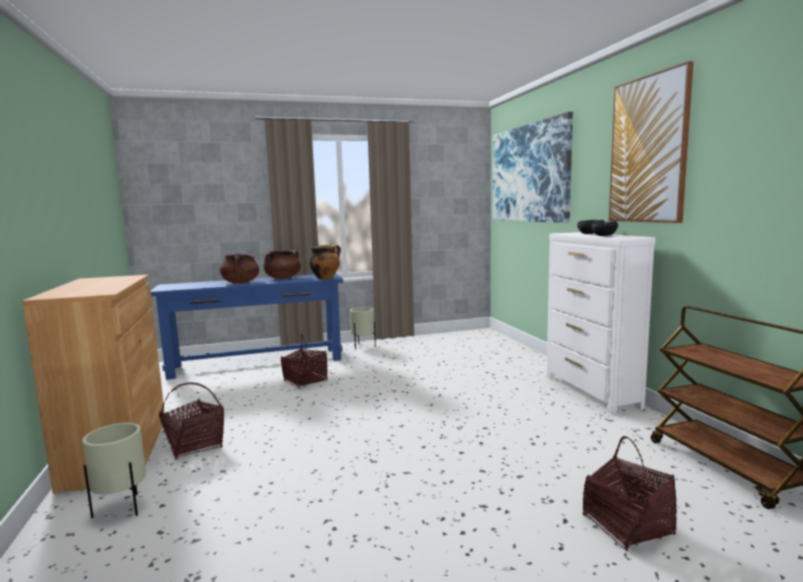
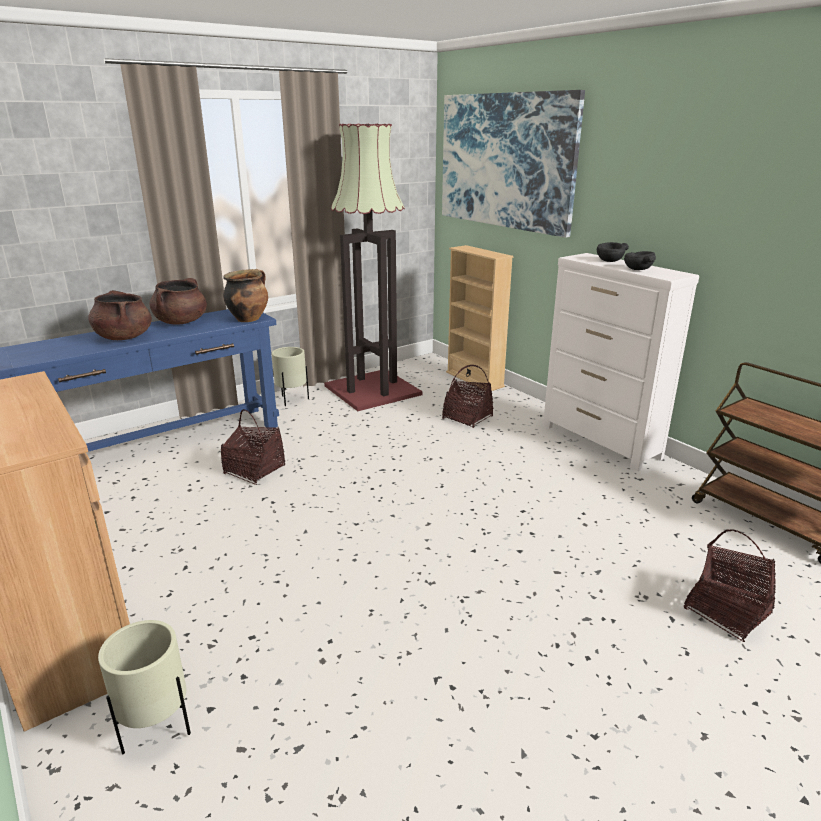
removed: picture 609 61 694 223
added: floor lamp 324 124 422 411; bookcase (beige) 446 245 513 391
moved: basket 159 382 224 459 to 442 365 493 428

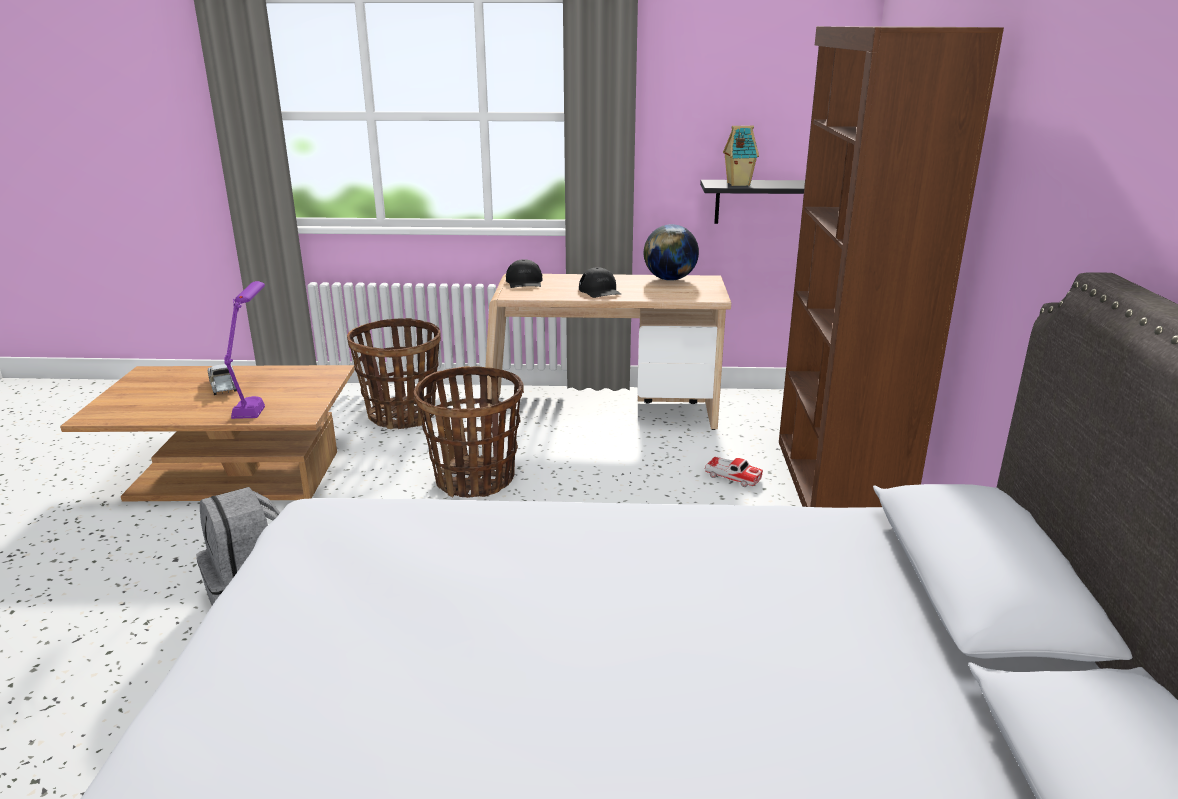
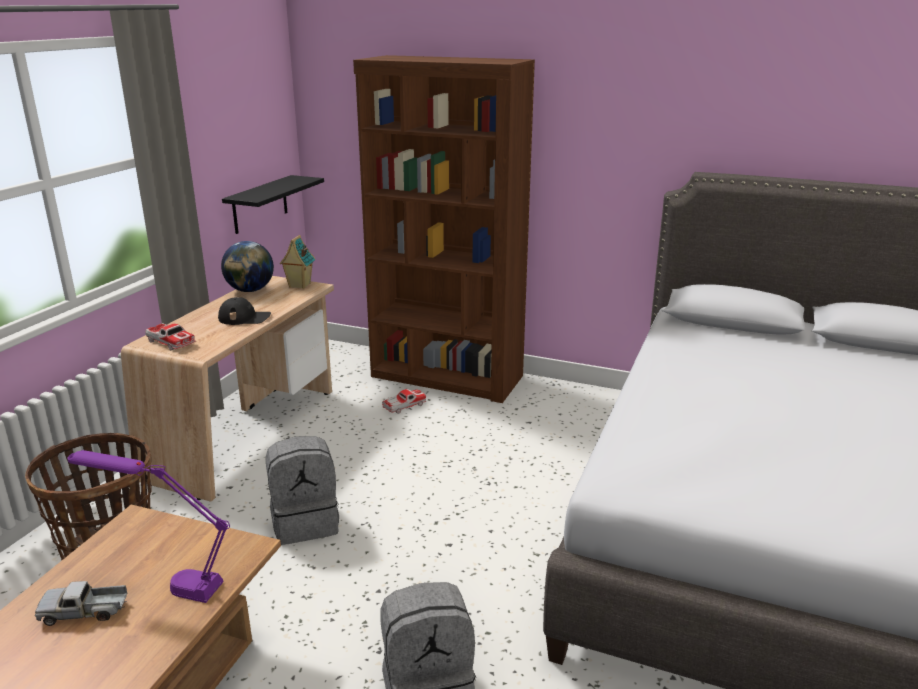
moved: toy house 723 125 759 186 to 280 235 315 289
replaced: cap (black) 506 259 542 288 to toy car 145 323 195 350; basket 414 366 524 498 to backpack (grey) 265 436 339 545

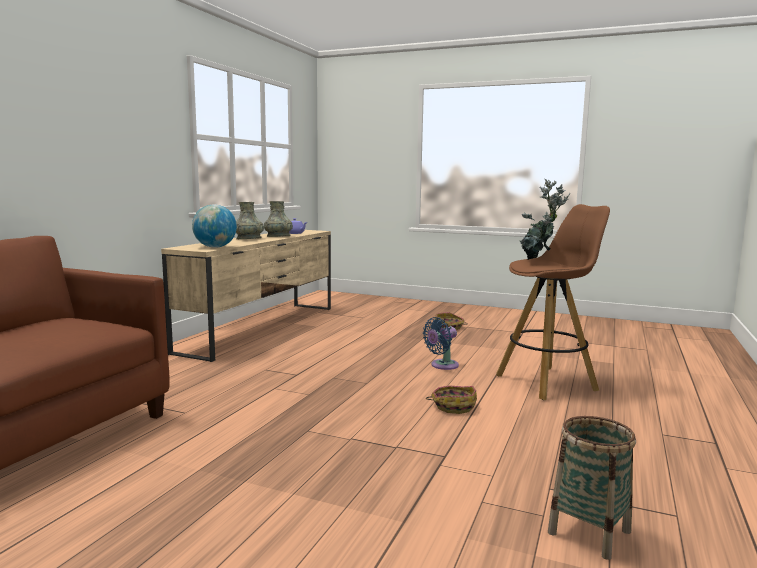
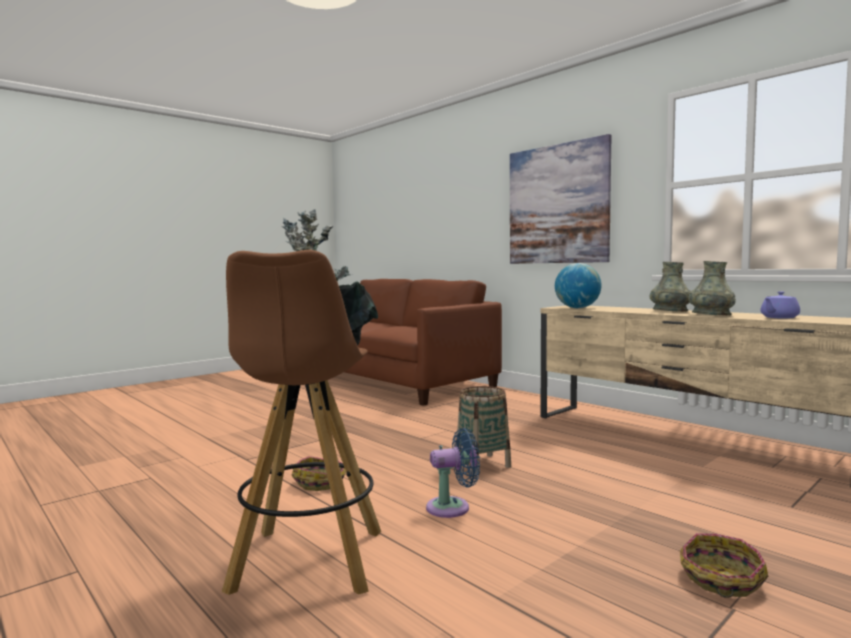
added: picture 510 134 612 264
moved: basket 548 416 636 560 to 457 386 511 474
turned: fan (blue) 423 317 459 370 = 426 428 480 518 90 degrees clockwise

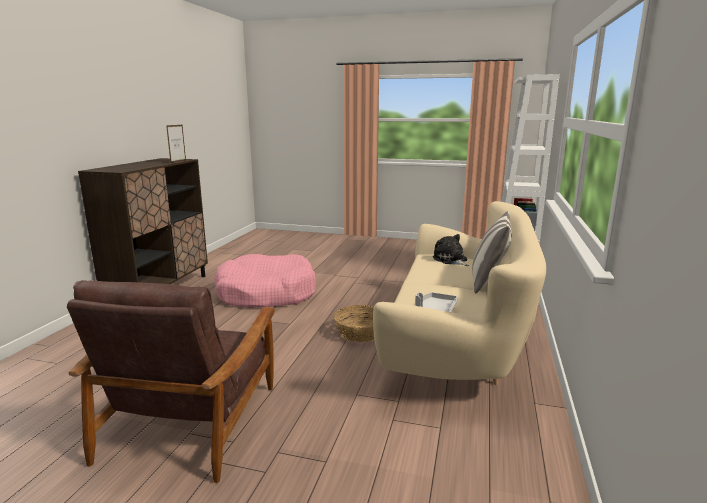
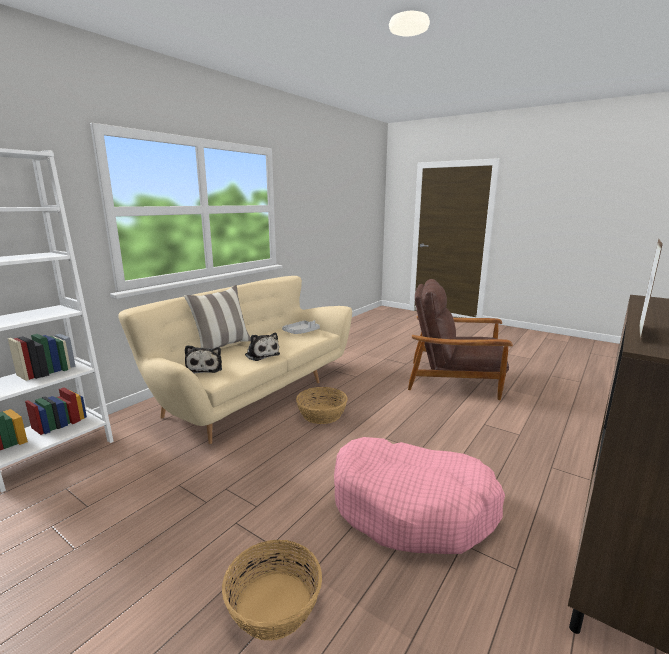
added: plush toy 245 333 280 361; basket 222 540 322 641
turned: armchair (brown) 67 280 275 483 = 408 279 513 400 105 degrees counterclockwise

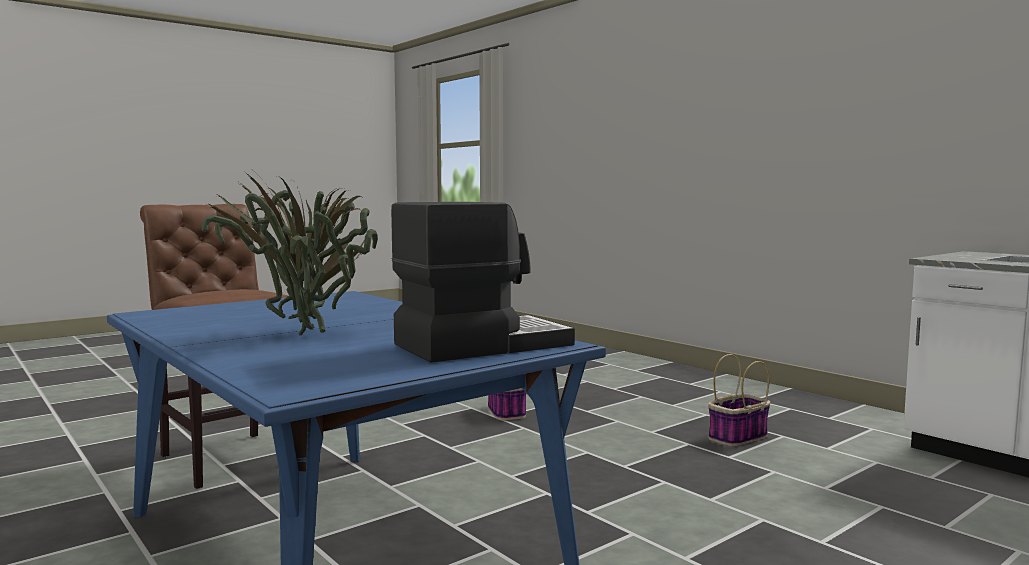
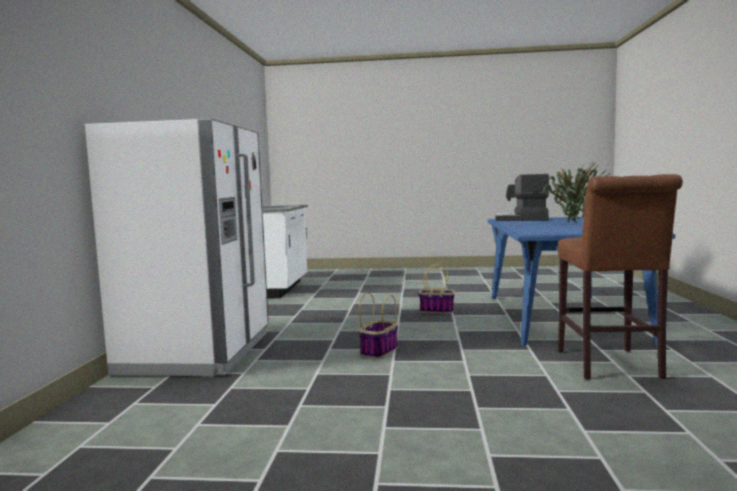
added: fridge (white) 85 119 269 376
moved: basket 708 354 770 446 to 419 264 455 314

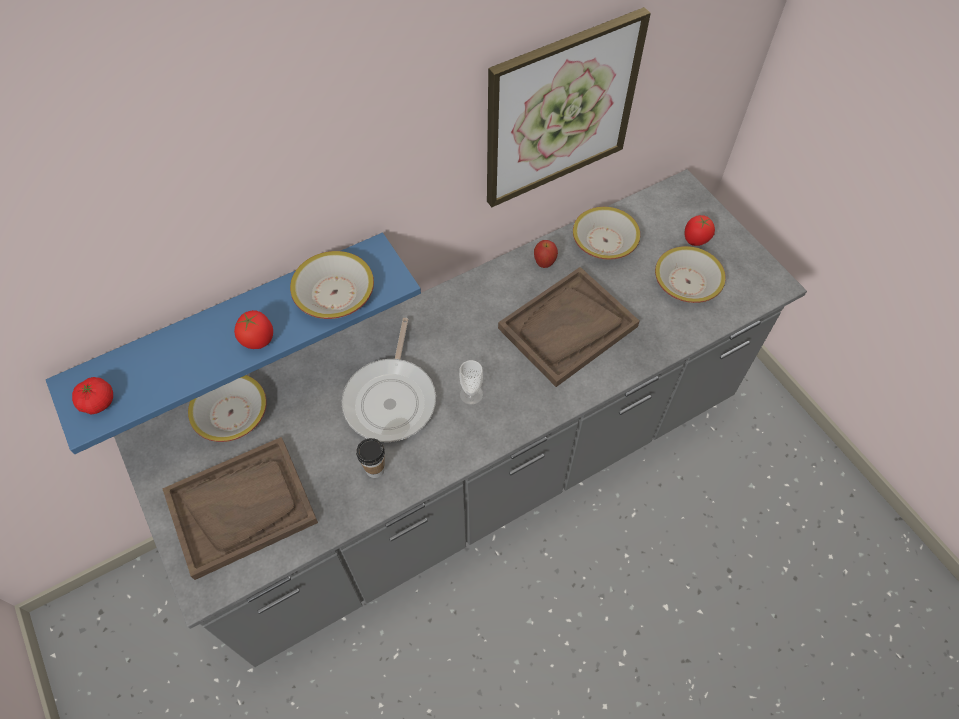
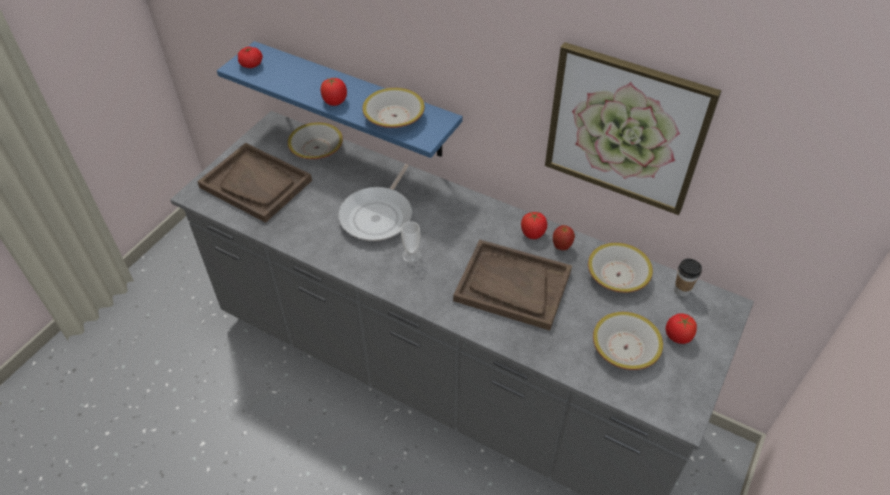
added: tomato 521 212 547 239
moved: cup 356 438 385 478 to 674 258 702 297
turned: frying pan 341 318 436 442 = 338 164 412 241 45 degrees counterclockwise

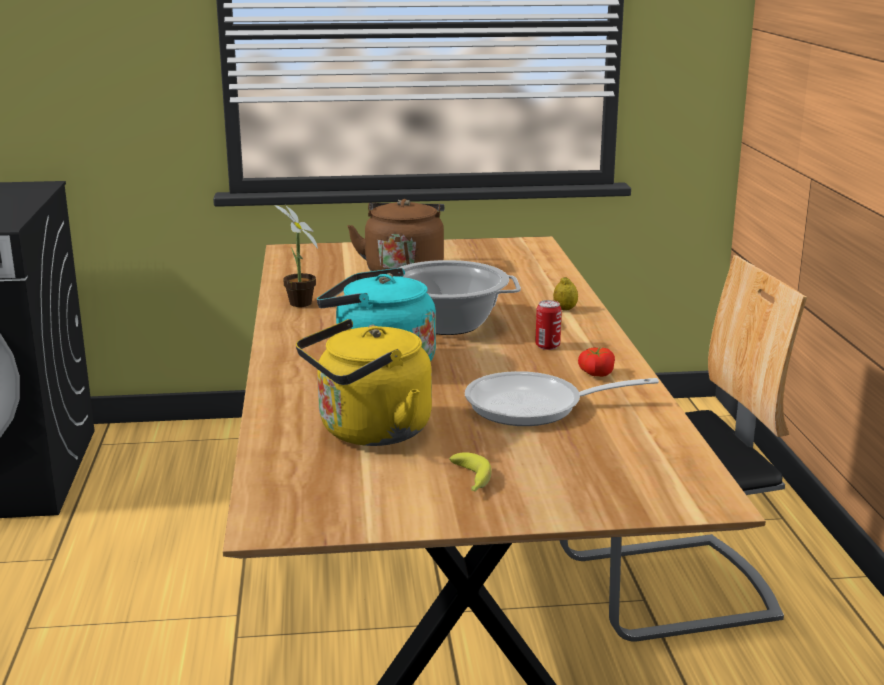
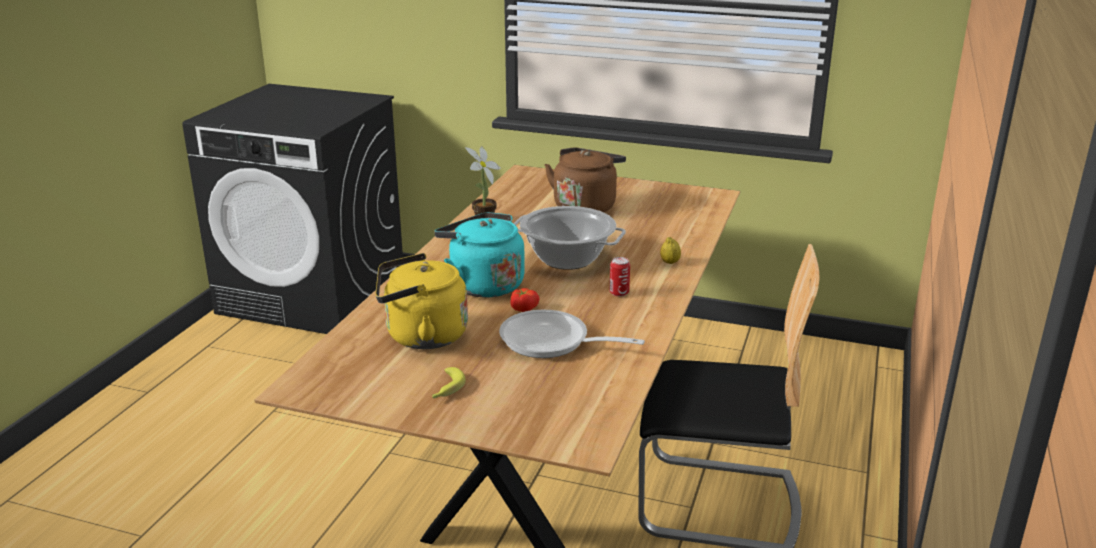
moved: tomato 578 347 615 377 to 510 288 539 312

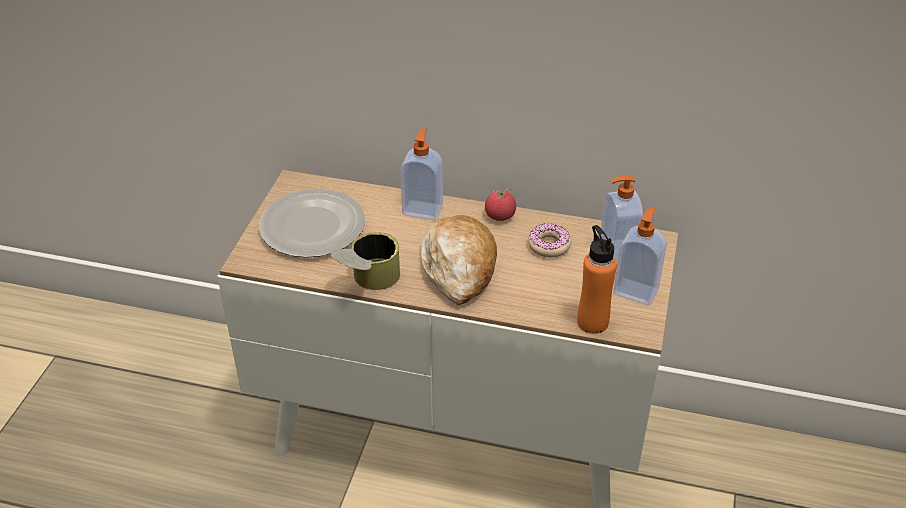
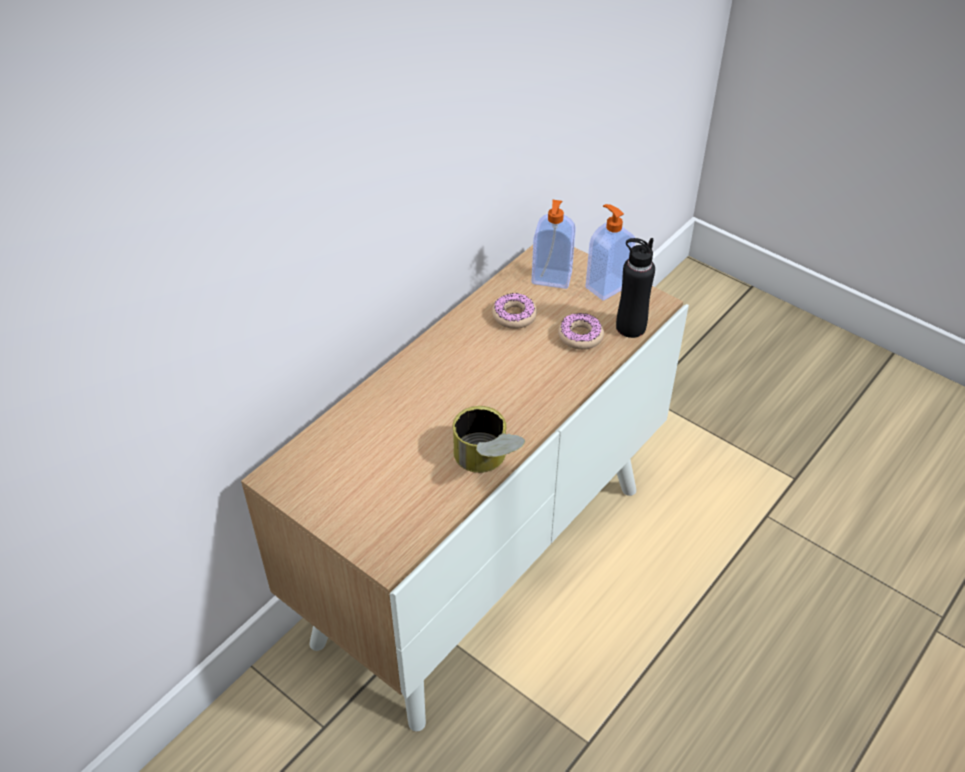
removed: soap dispenser 400 128 443 220; tomato 485 188 516 221; plate 259 189 365 258; bread 421 215 497 305
added: donut 558 313 604 350
recoloured: bottle (orange) 577 225 617 334 to bottle (black) 616 238 655 338

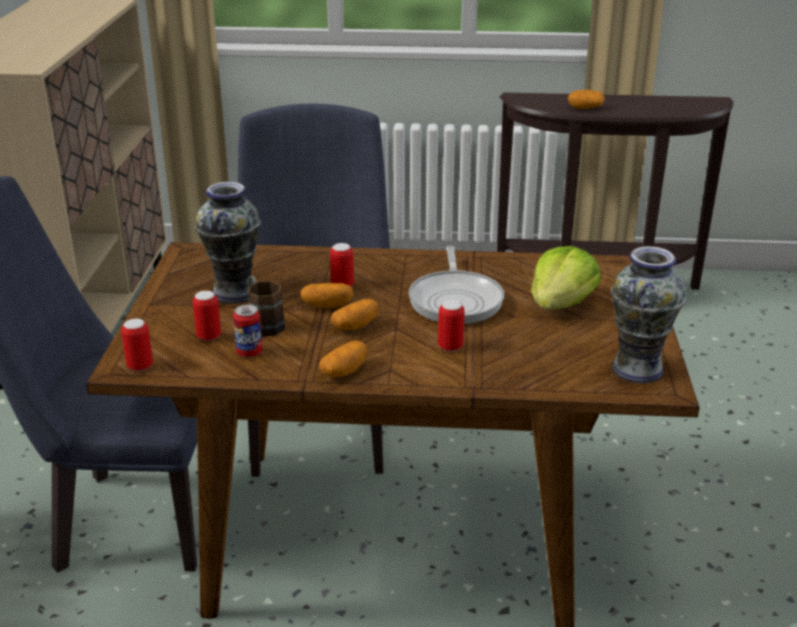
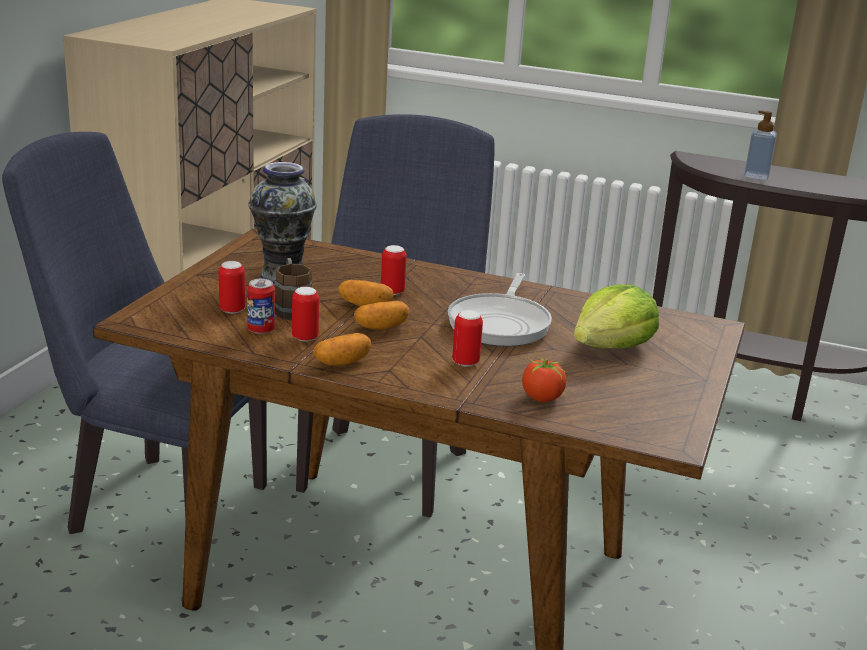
removed: vase 611 246 687 383
added: tomato 522 351 567 402
moved: can 121 318 153 371 to 292 287 319 342
replaced: potato 568 90 605 109 to soap dispenser 744 110 777 180

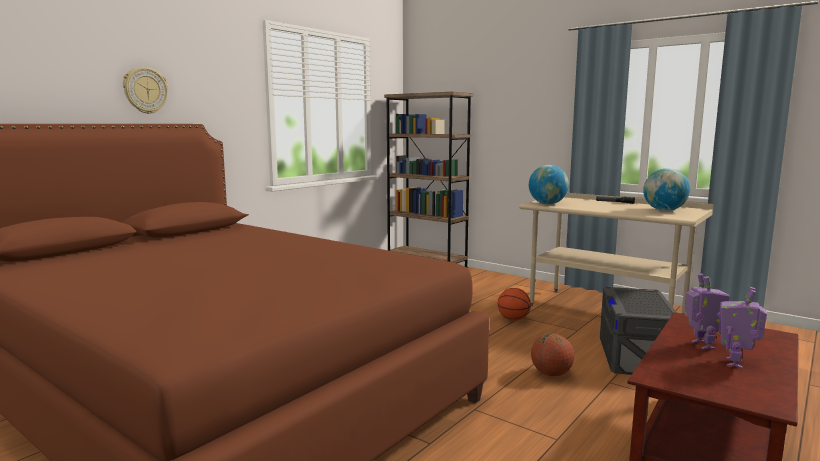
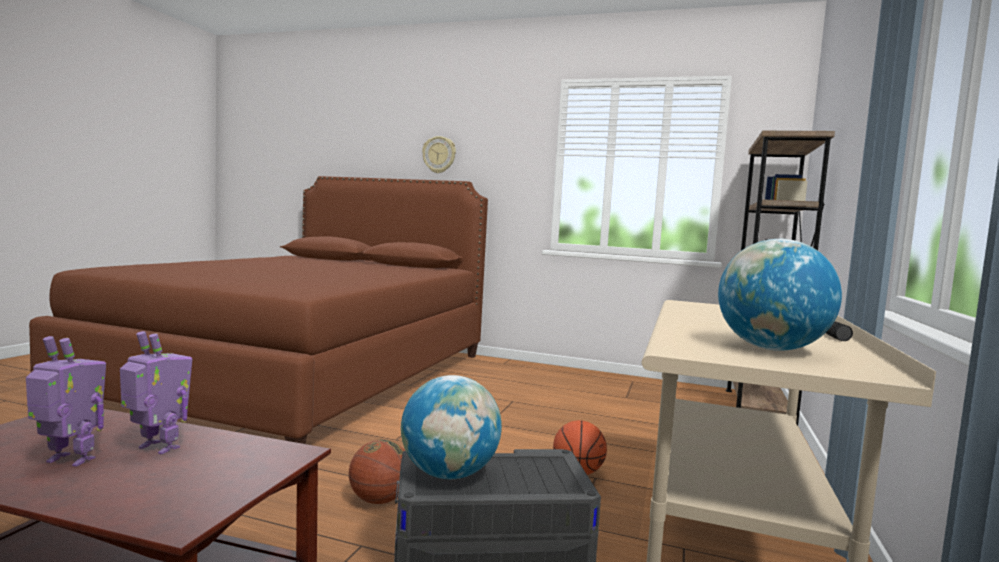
moved: globe 529 165 569 204 to 401 375 502 479
turned: toy robot 684 274 730 349 = 120 331 193 455 135 degrees counterclockwise

